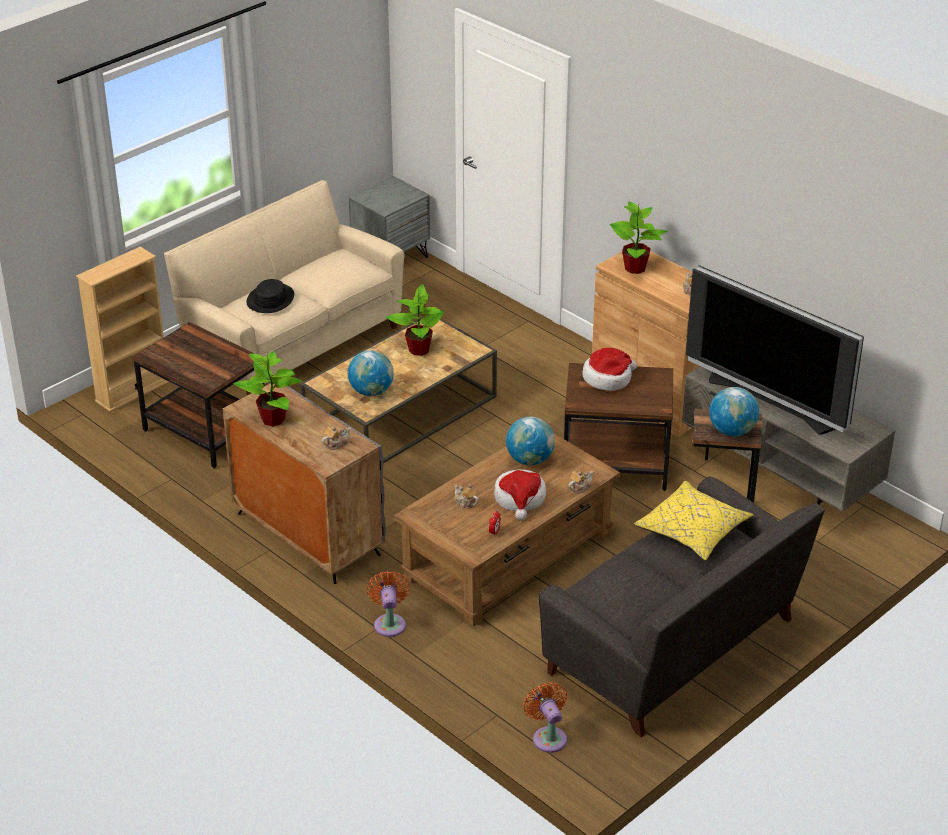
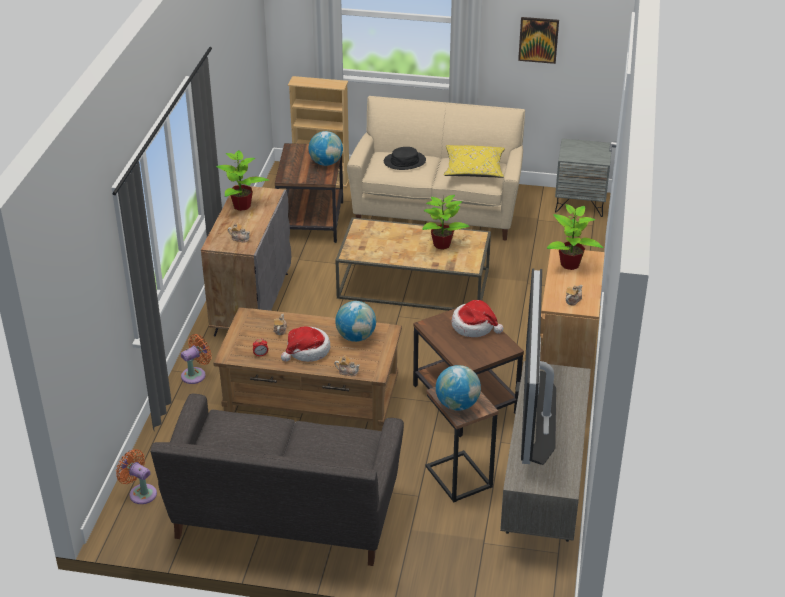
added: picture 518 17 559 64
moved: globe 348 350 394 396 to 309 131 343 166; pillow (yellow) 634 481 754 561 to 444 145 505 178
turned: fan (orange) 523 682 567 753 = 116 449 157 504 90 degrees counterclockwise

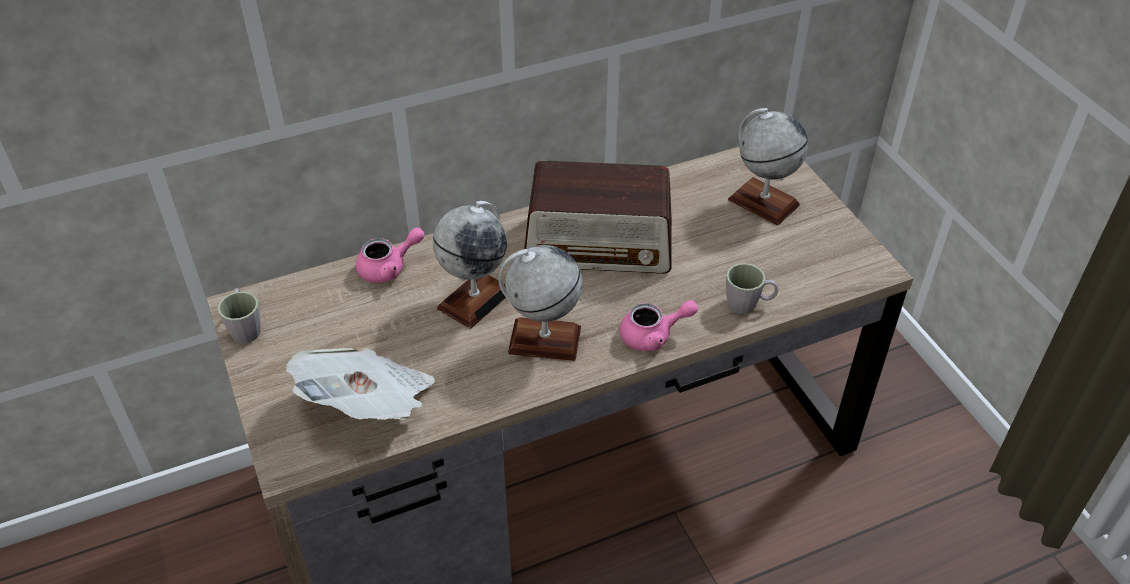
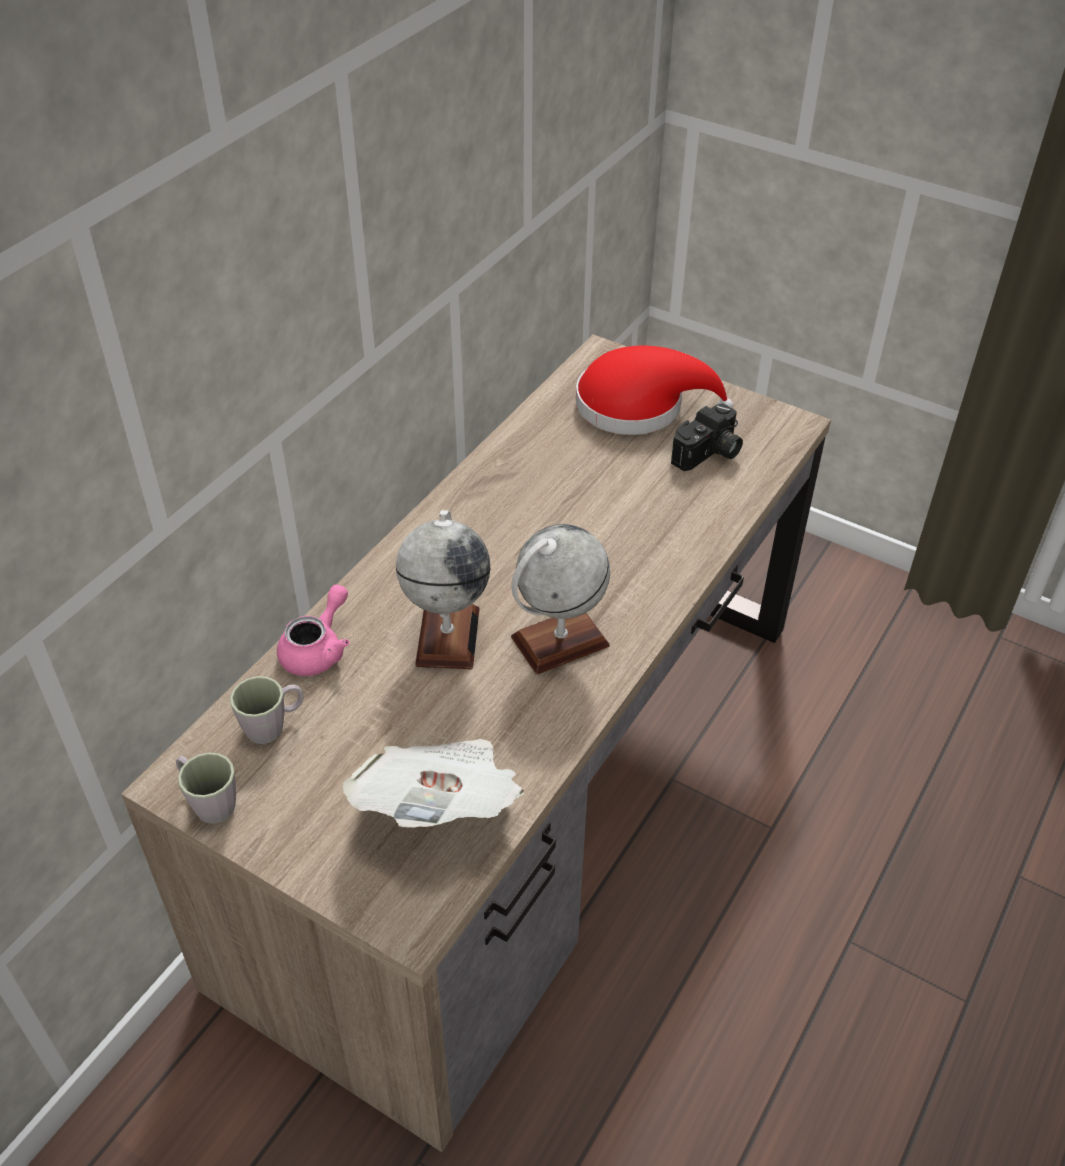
removed: radio 524 161 672 274; teapot (pink) 620 300 698 351
added: photo camera 671 403 743 471
moved: mug (grey) 726 263 778 314 to 230 676 303 744
replaced: globe 728 108 808 225 to hat (red) 576 346 733 435

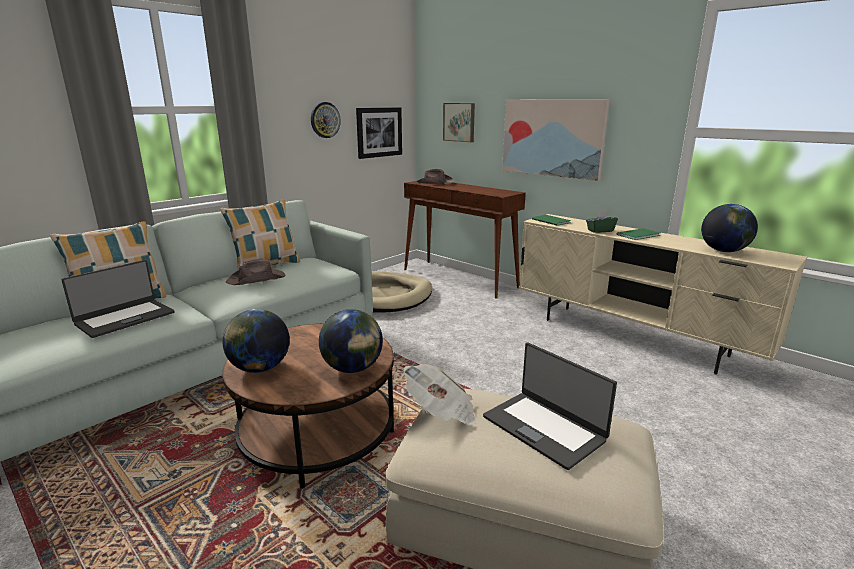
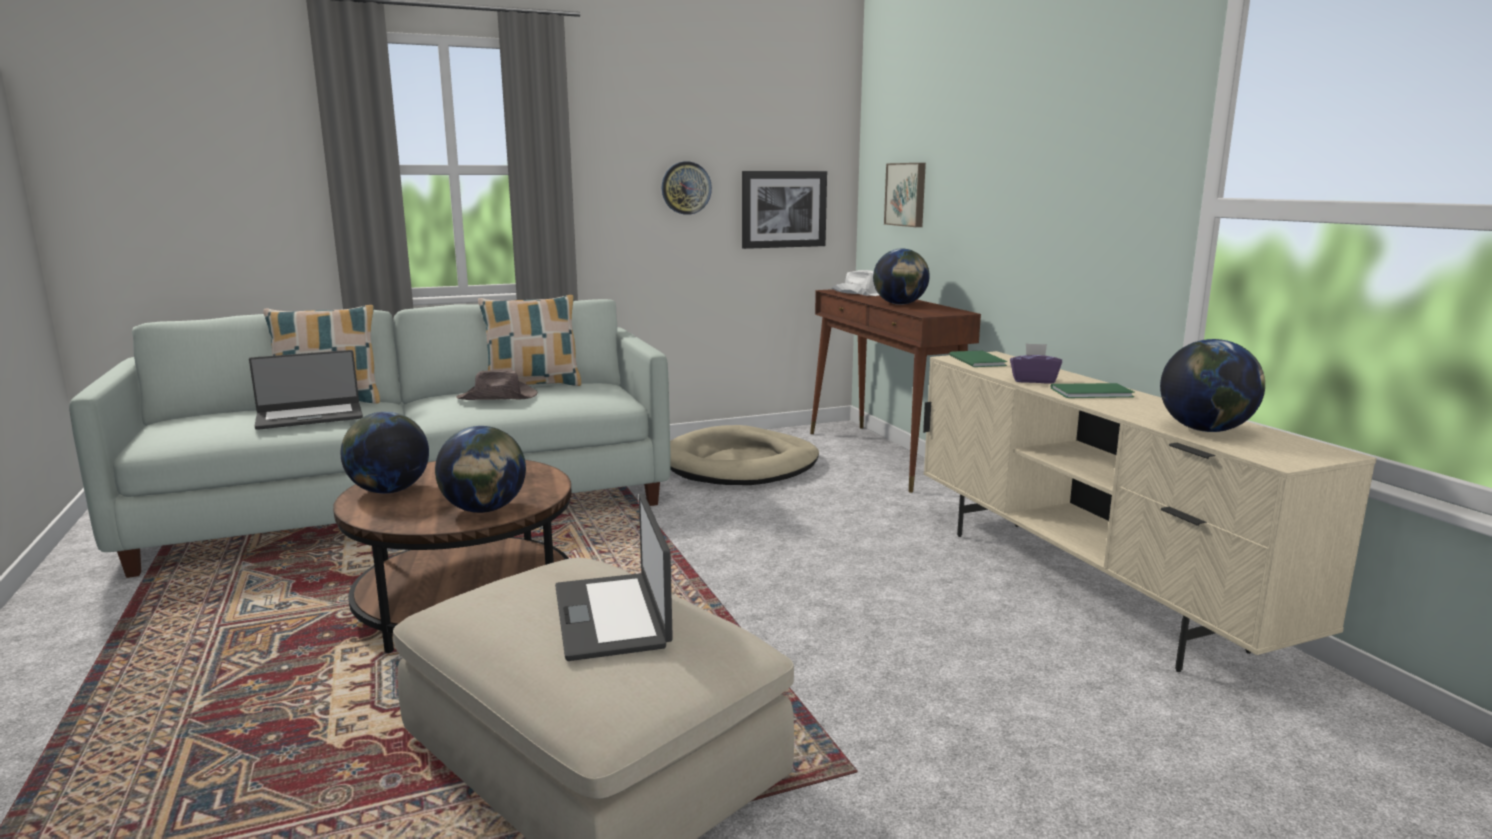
removed: picture 502 99 609 181; newspaper 403 364 476 426
added: globe 873 248 930 305
recoloured: hat (brown) 416 169 454 185 to hat (white) 832 270 879 296; tissue box (green) 586 210 618 233 to tissue box (purple) 1010 343 1062 384

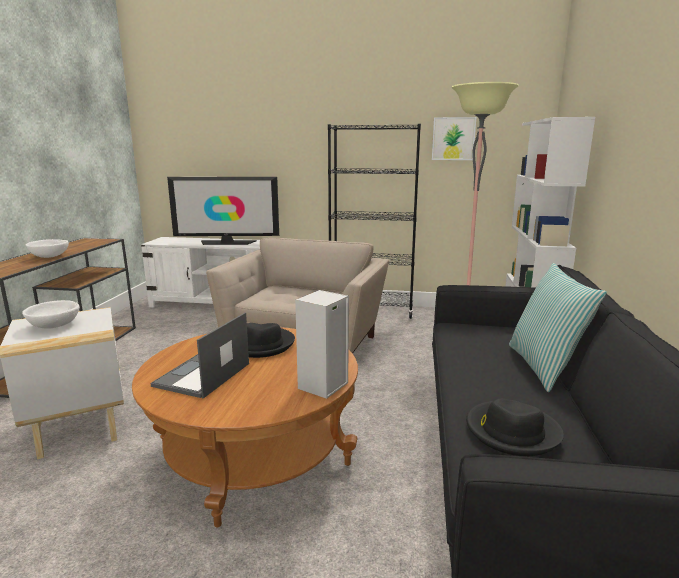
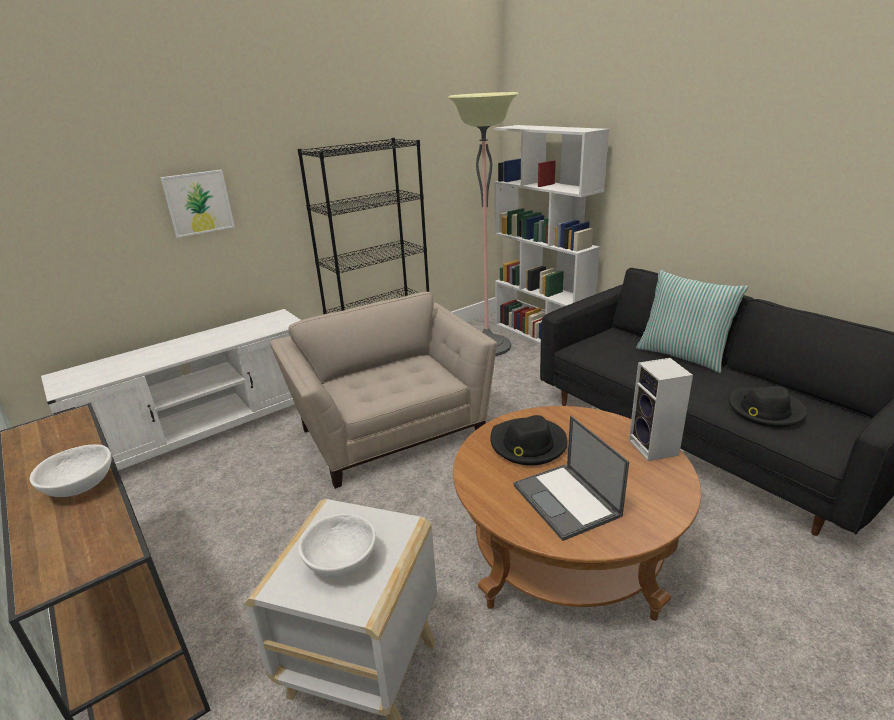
removed: television 167 177 279 245
moved: picture 432 117 477 160 to 160 170 235 238

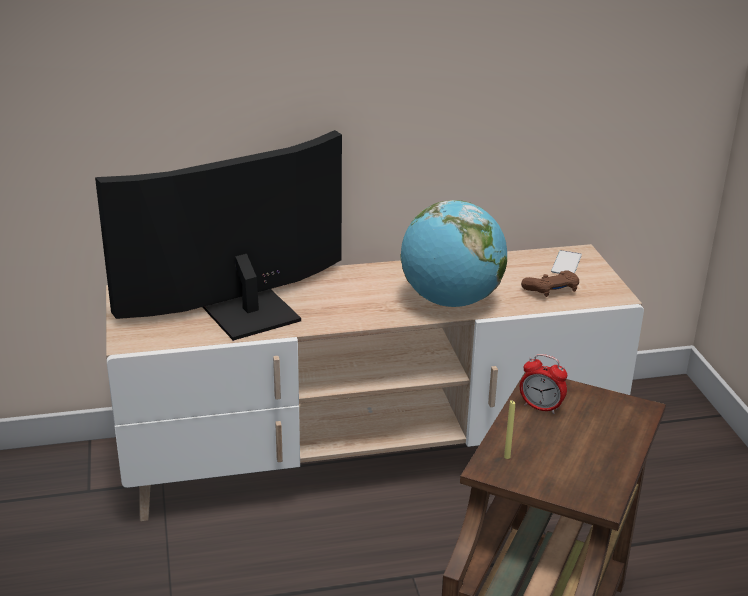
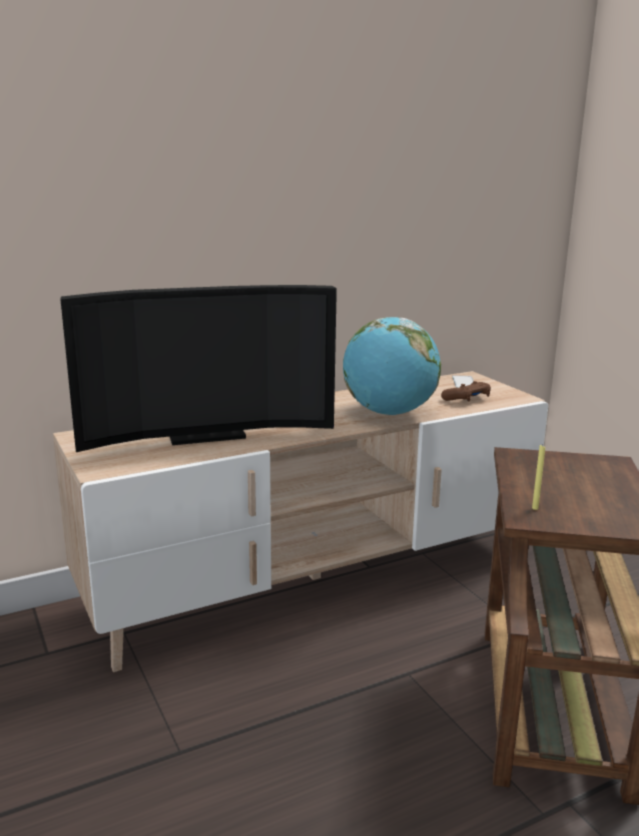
removed: alarm clock 520 354 567 414
turned: television 95 130 342 341 = 60 285 337 452 150 degrees counterclockwise

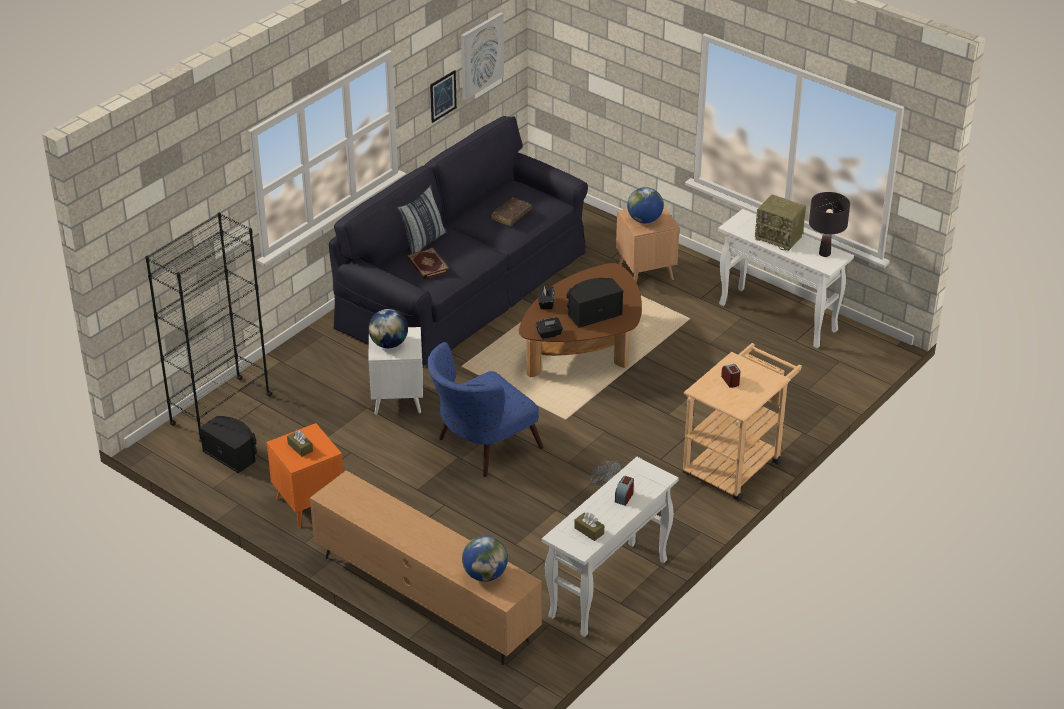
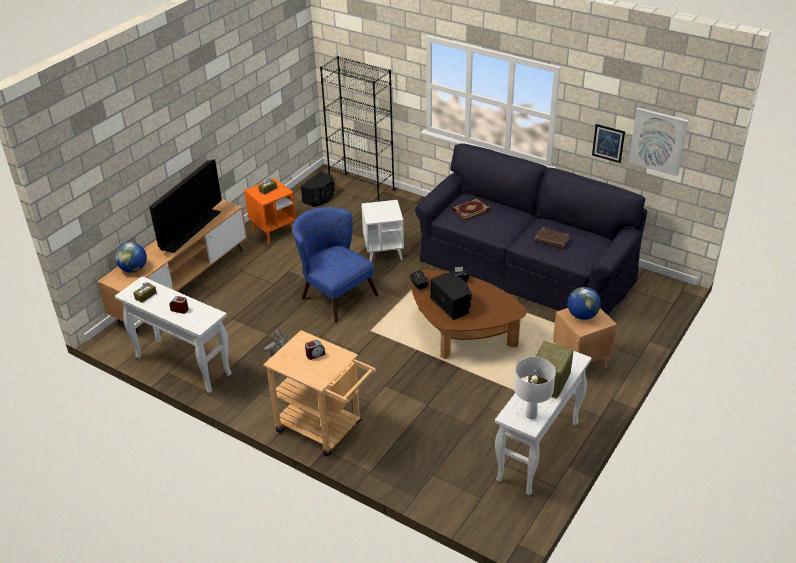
removed: pillow 397 185 446 254; globe 369 309 408 348
added: television 149 159 222 253
recoloured: table lamp (black) 809 192 850 257 to table lamp (white) 514 357 556 419

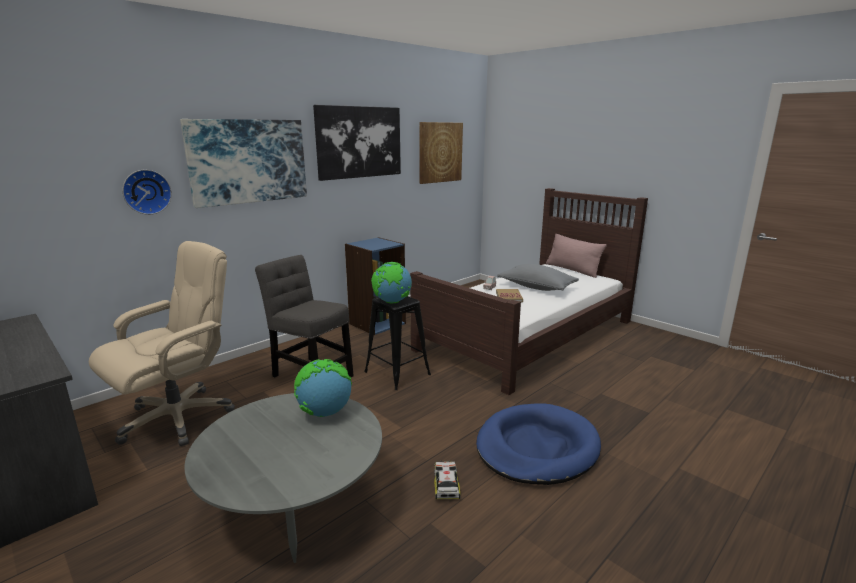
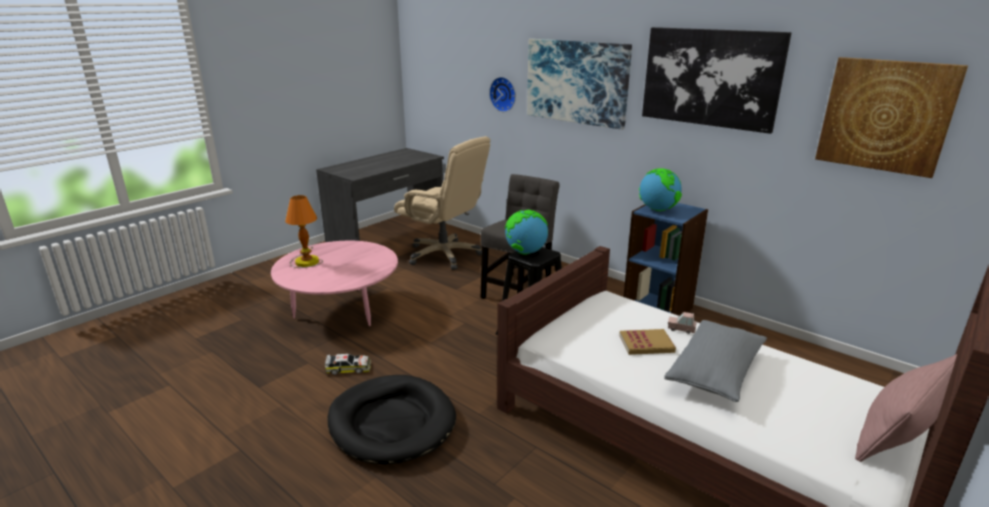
added: table lamp 285 195 323 268
moved: globe 294 359 352 417 to 639 168 682 211
recoloured: coffee table (grey) 184 393 382 563 to coffee table (pink) 271 241 398 326; dog bed (blue) 476 404 601 485 to dog bed (black) 327 375 456 465

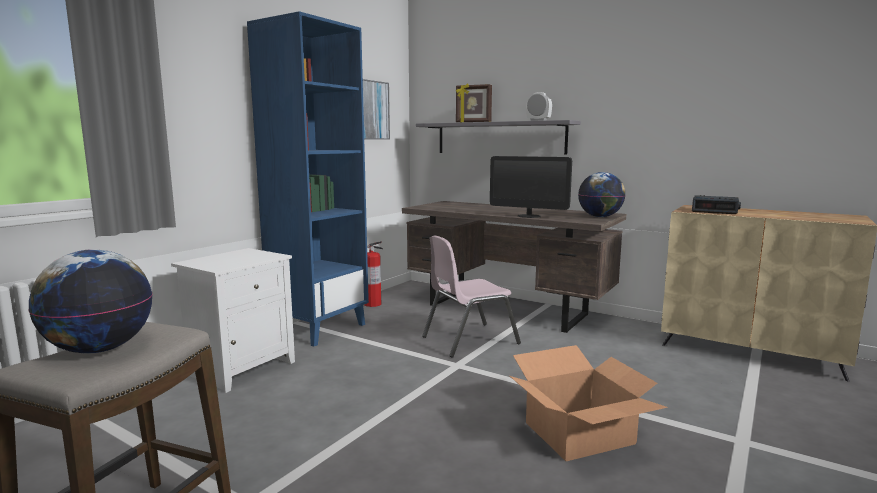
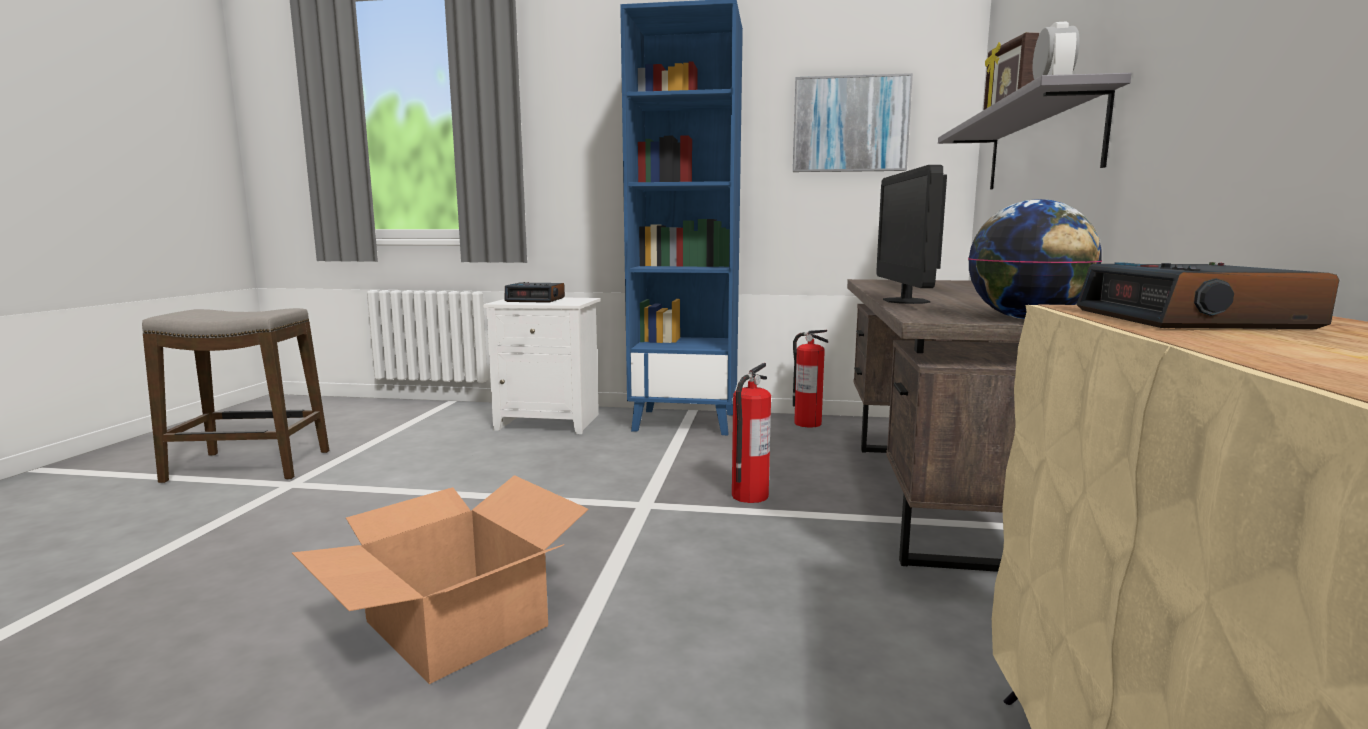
removed: globe 28 249 153 354
added: alarm clock 504 282 565 303
replaced: chair (pink) 422 235 521 358 to fire extinguisher 732 363 771 503

